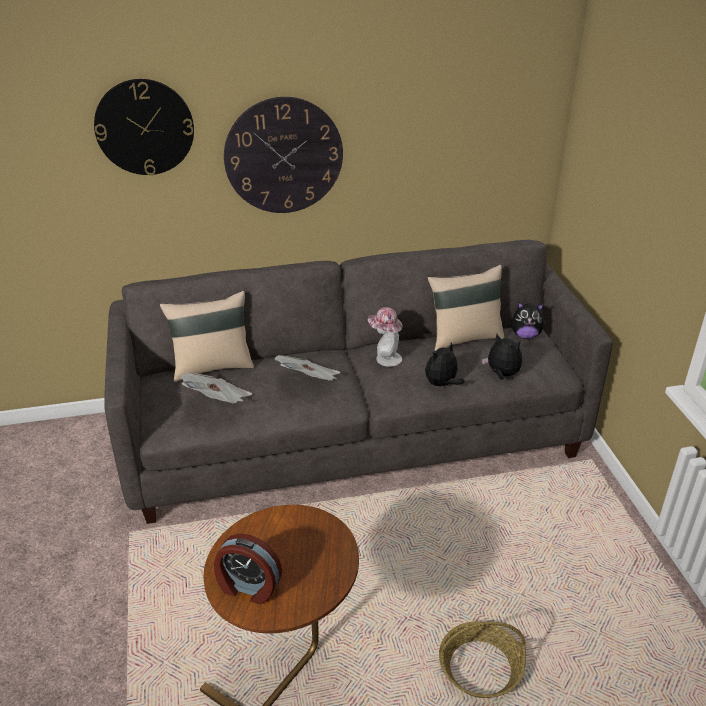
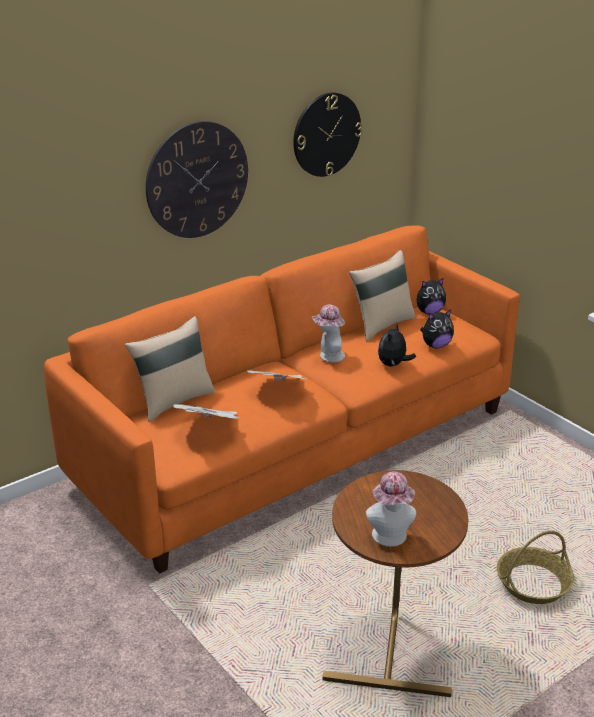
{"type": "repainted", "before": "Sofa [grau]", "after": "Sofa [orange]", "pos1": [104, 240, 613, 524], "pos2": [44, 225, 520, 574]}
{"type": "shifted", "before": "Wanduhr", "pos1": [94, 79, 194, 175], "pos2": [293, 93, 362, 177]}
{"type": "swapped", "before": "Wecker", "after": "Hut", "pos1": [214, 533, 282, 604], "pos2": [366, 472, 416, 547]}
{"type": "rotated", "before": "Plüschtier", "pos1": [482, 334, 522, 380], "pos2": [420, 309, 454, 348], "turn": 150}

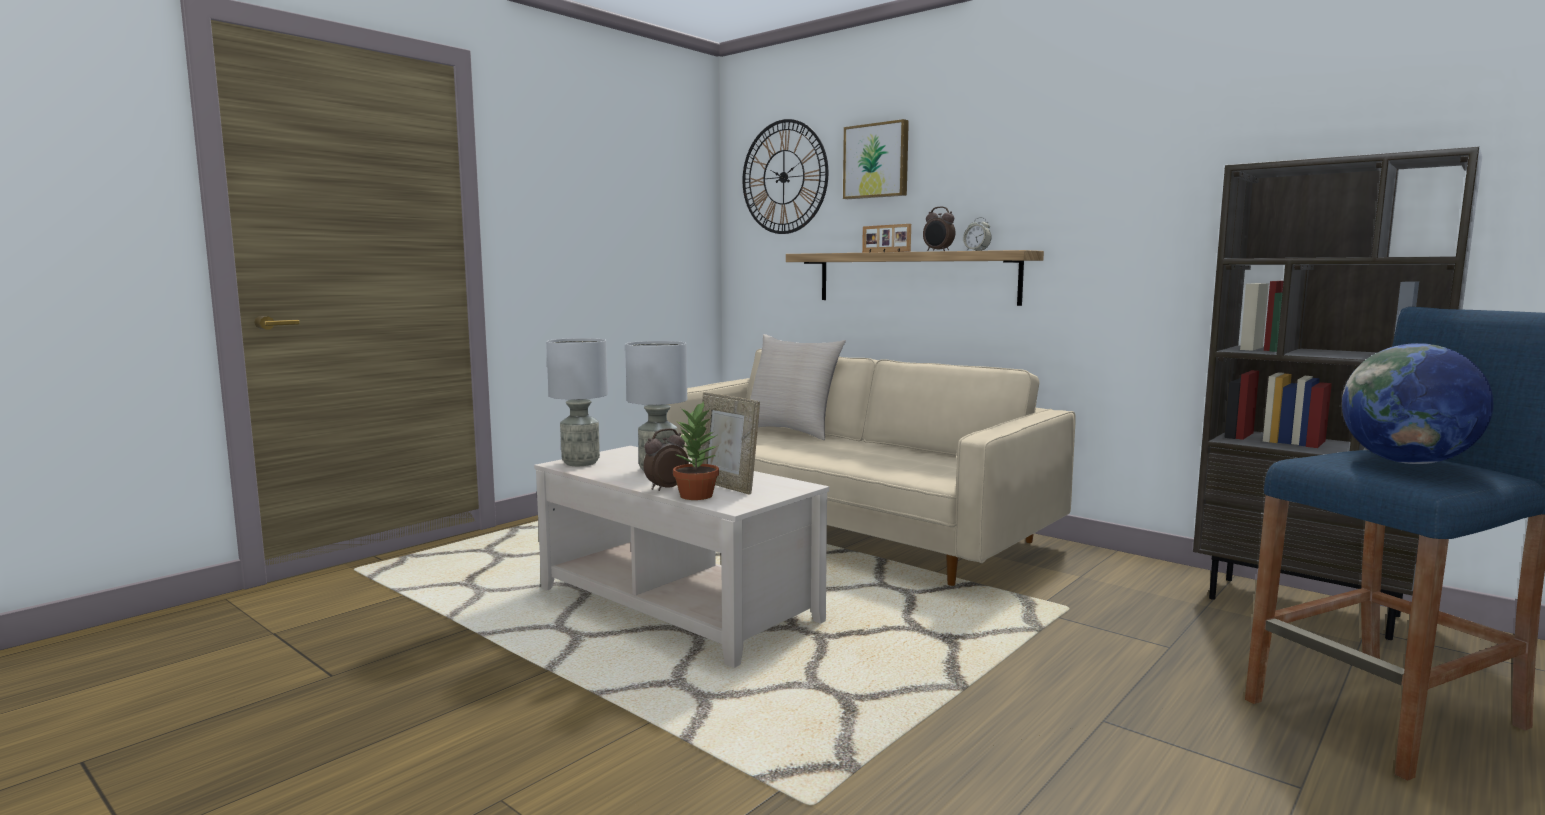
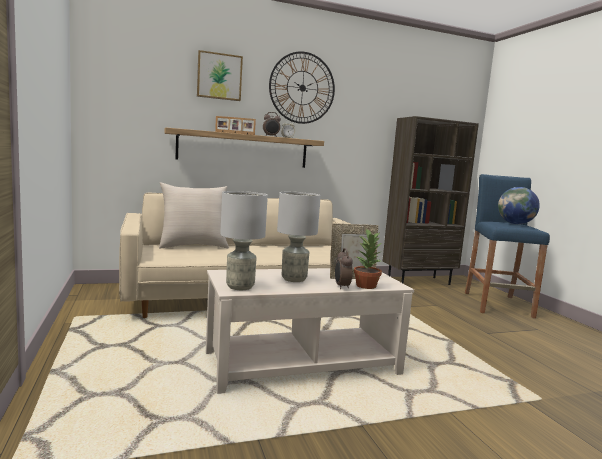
{"type": "shifted", "before": "Wanduhr", "pos1": [742, 119, 828, 234], "pos2": [269, 51, 335, 124]}

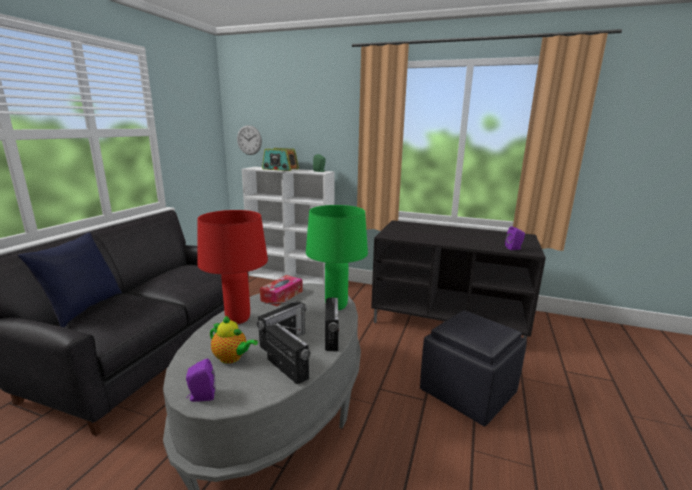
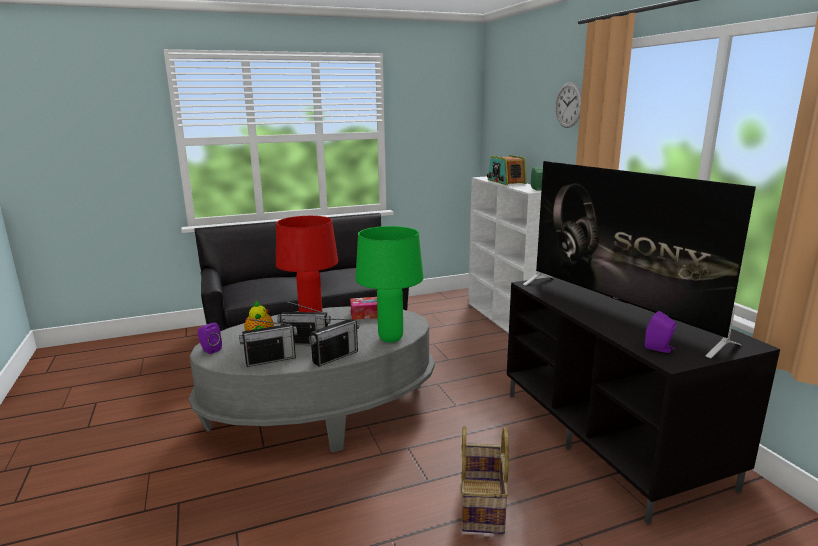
{"type": "rotated", "before": "Radio", "pos1": [266, 323, 311, 384], "pos2": [239, 319, 297, 367], "turn": 60}
{"type": "swapped", "before": "Polsterhocker [schwarz]", "after": "Korb", "pos1": [420, 310, 527, 427], "pos2": [461, 426, 509, 534]}
{"type": "new", "after": "Fernseher", "pos2": [523, 161, 756, 358]}
{"type": "shifted", "before": "Wanduhr", "pos1": [237, 125, 262, 155], "pos2": [555, 82, 582, 128]}
{"type": "gone", "before": "Kissen [blau]", "pos1": [18, 232, 122, 327]}

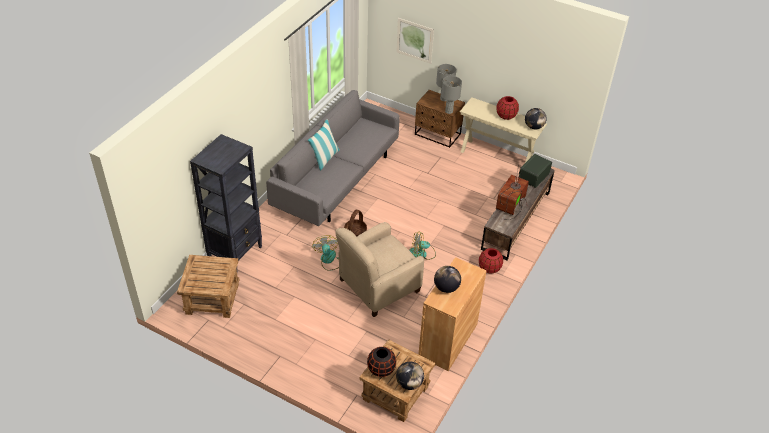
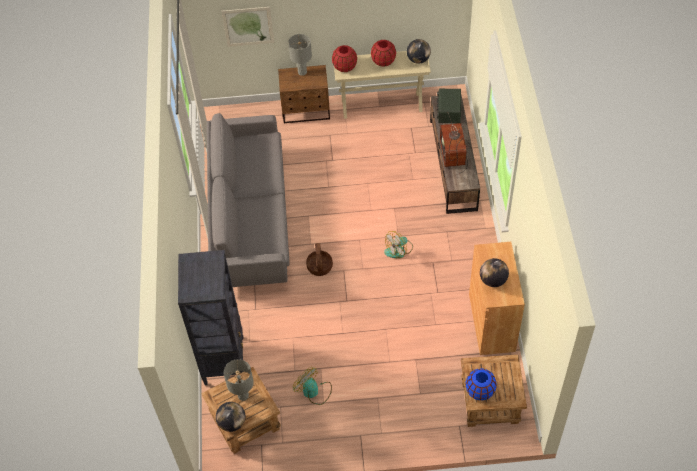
{"type": "shifted", "before": "Globus", "pos1": [396, 362, 424, 390], "pos2": [216, 402, 245, 432]}
{"type": "shifted", "before": "Tischlampe [grau]", "pos1": [441, 76, 462, 114], "pos2": [223, 359, 254, 401]}
{"type": "shifted", "before": "Ventilator", "pos1": [312, 235, 339, 271], "pos2": [293, 367, 332, 405]}
{"type": "shifted", "before": "Vase [rot]", "pos1": [479, 248, 503, 274], "pos2": [332, 45, 357, 72]}
{"type": "repainted", "before": "Vase [schwarz]", "after": "Vase [blau]", "pos1": [367, 347, 396, 377], "pos2": [466, 369, 497, 400]}
{"type": "gone", "before": "Kissen", "pos1": [308, 119, 340, 171]}
{"type": "gone", "before": "Sessel [beige]", "pos1": [335, 222, 424, 317]}

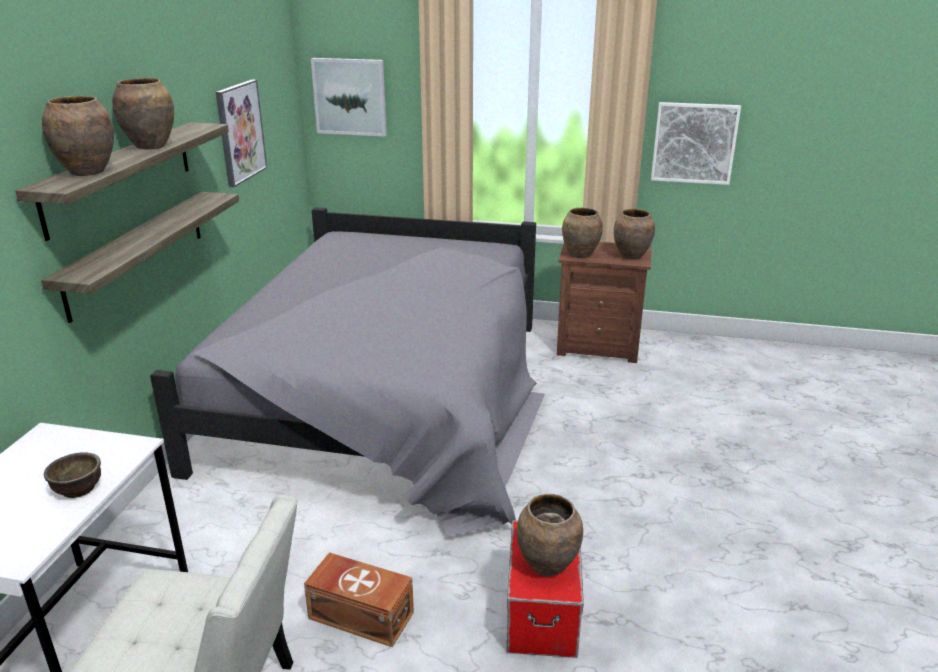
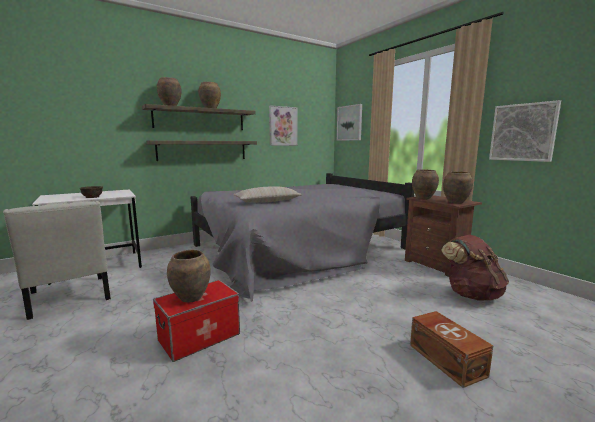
{"type": "new", "after": "Kissen [beige]", "pos2": [234, 186, 302, 203]}
{"type": "shifted", "before": "Aufbewahrungsbox [braun]", "pos1": [304, 552, 414, 647], "pos2": [410, 311, 493, 388]}
{"type": "new", "after": "Rucksack [braun]", "pos2": [441, 235, 509, 301]}

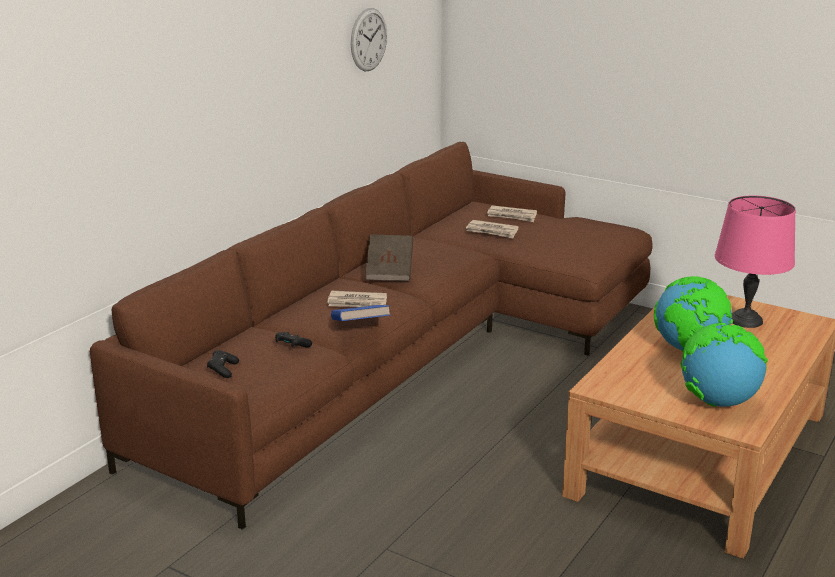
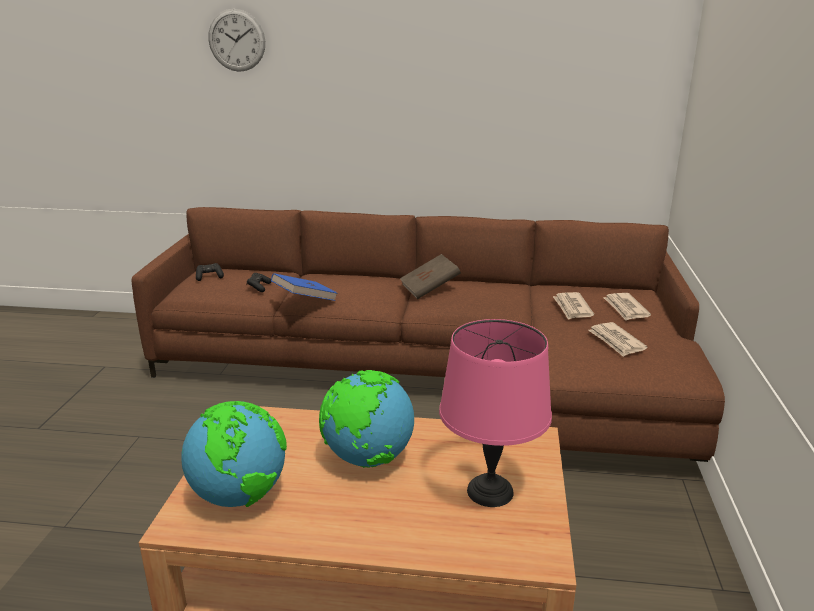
{"type": "shifted", "before": "Wanduhr", "pos1": [351, 8, 387, 71], "pos2": [208, 9, 265, 72]}
{"type": "shifted", "before": "Zeitung", "pos1": [327, 291, 387, 307], "pos2": [588, 322, 647, 357]}

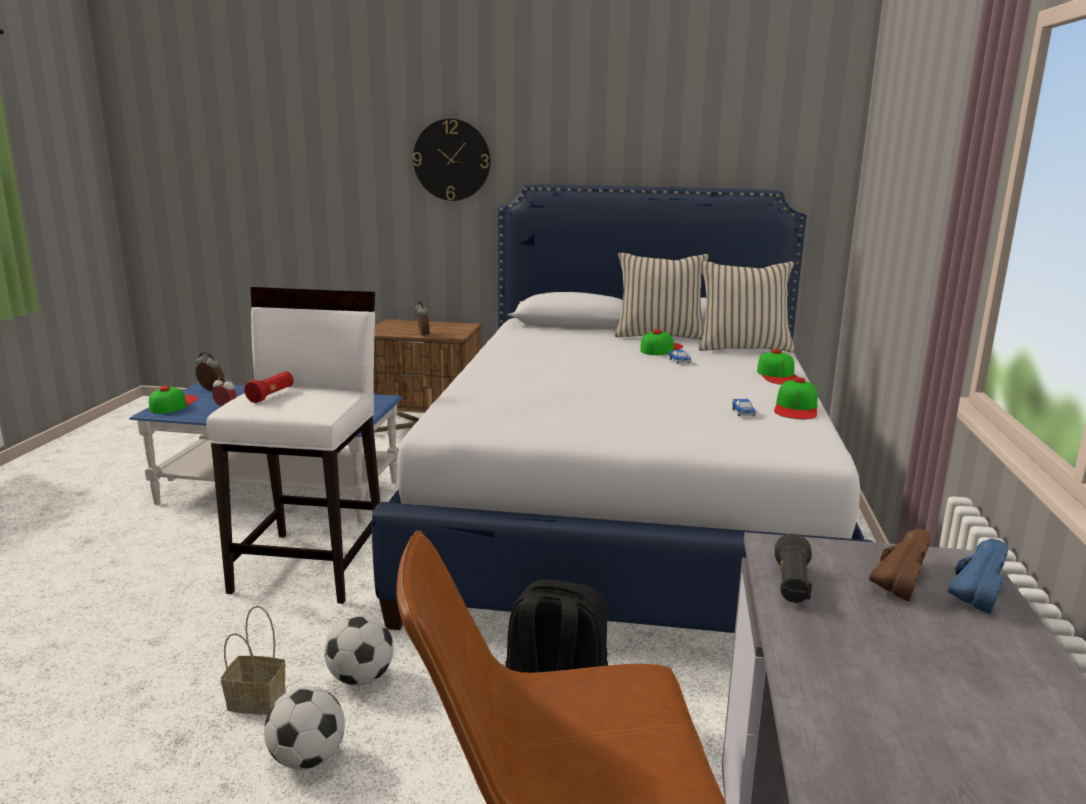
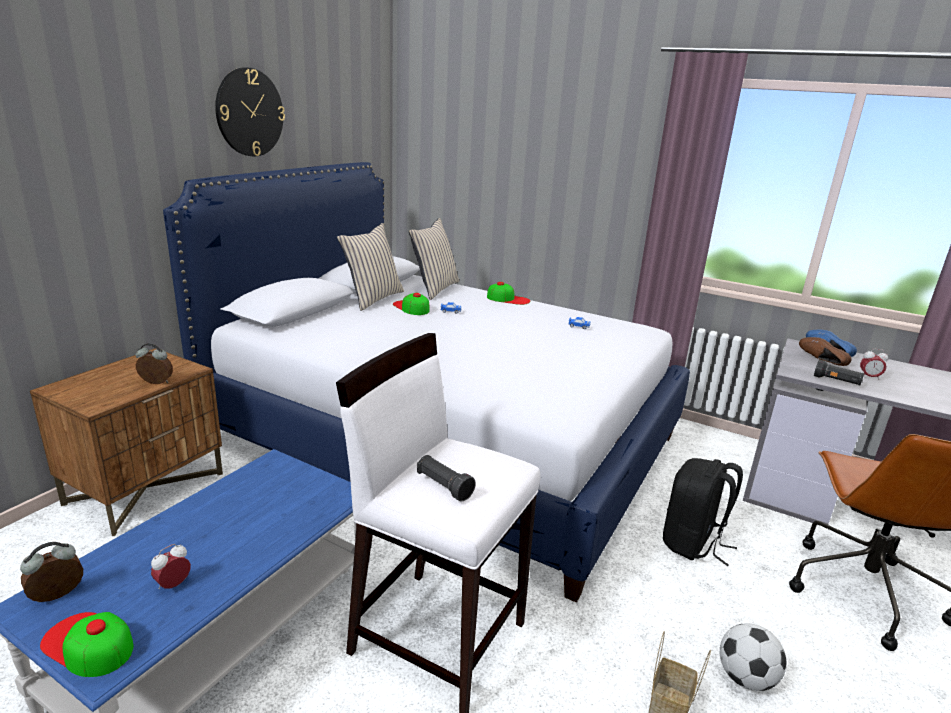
{"type": "shifted", "before": "Wanduhr", "pos1": [413, 119, 491, 201], "pos2": [215, 67, 285, 156]}
{"type": "repainted", "before": "Taschenlampe [rot]", "after": "Taschenlampe [schwarz]", "pos1": [244, 371, 294, 403], "pos2": [417, 455, 476, 501]}
{"type": "new", "after": "Wecker", "pos2": [860, 349, 888, 380]}
{"type": "gone", "before": "Fußball", "pos1": [324, 615, 394, 686]}
{"type": "gone", "before": "Kappe", "pos1": [774, 377, 818, 419]}

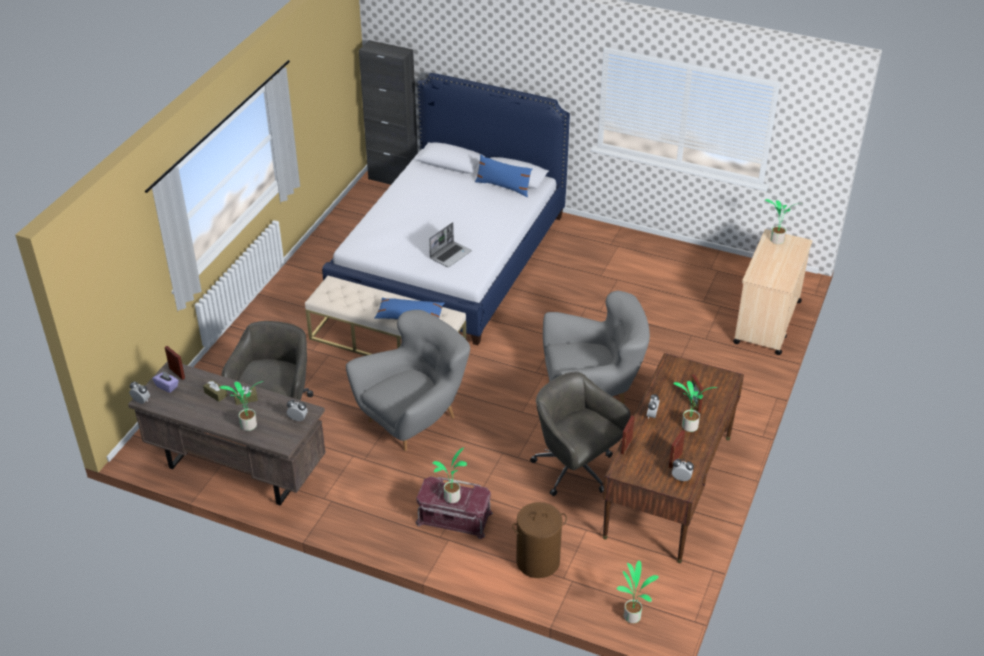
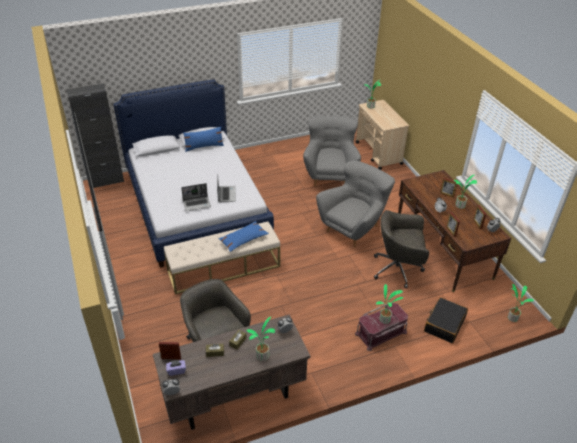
{"type": "new", "after": "Laptop", "pos2": [181, 183, 211, 211]}
{"type": "shifted", "before": "Sessel [grau]", "pos1": [346, 310, 470, 451], "pos2": [303, 116, 361, 187]}
{"type": "swapped", "before": "Wäschekorb [braun]", "after": "Koffer [schwarz]", "pos1": [512, 502, 567, 578], "pos2": [424, 297, 468, 343]}

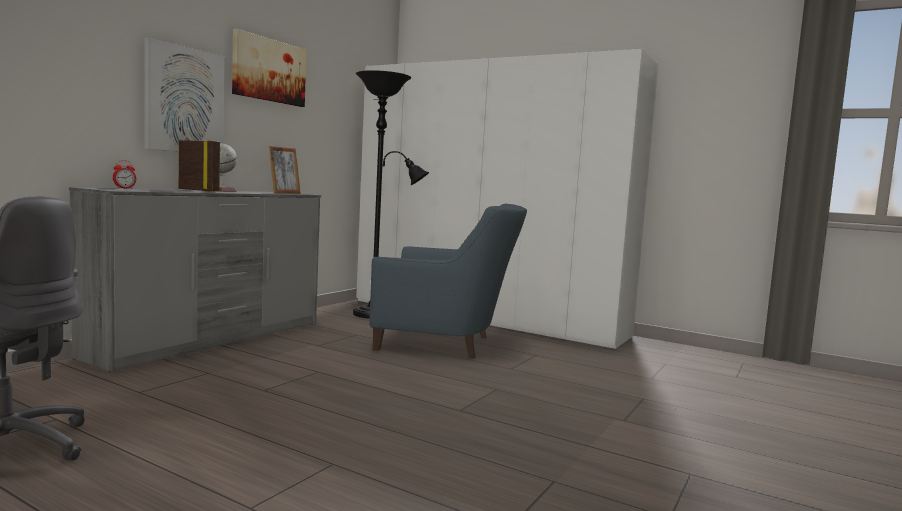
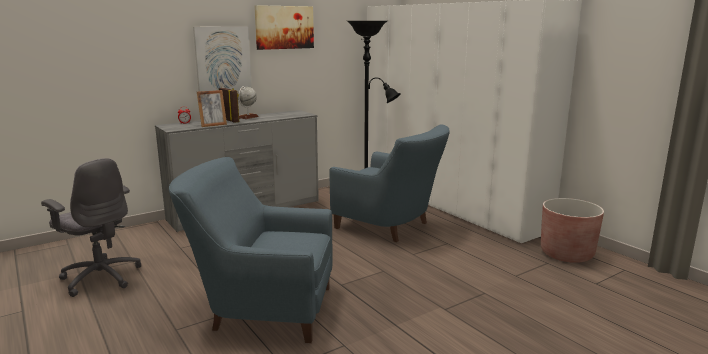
{"type": "new", "after": "Sessel [blau]", "pos2": [169, 157, 333, 343]}
{"type": "shifted", "before": "Bilderrahmen", "pos1": [268, 146, 301, 194], "pos2": [197, 90, 227, 127]}
{"type": "new", "after": "Pflanzkübel [braun]", "pos2": [541, 198, 604, 263]}

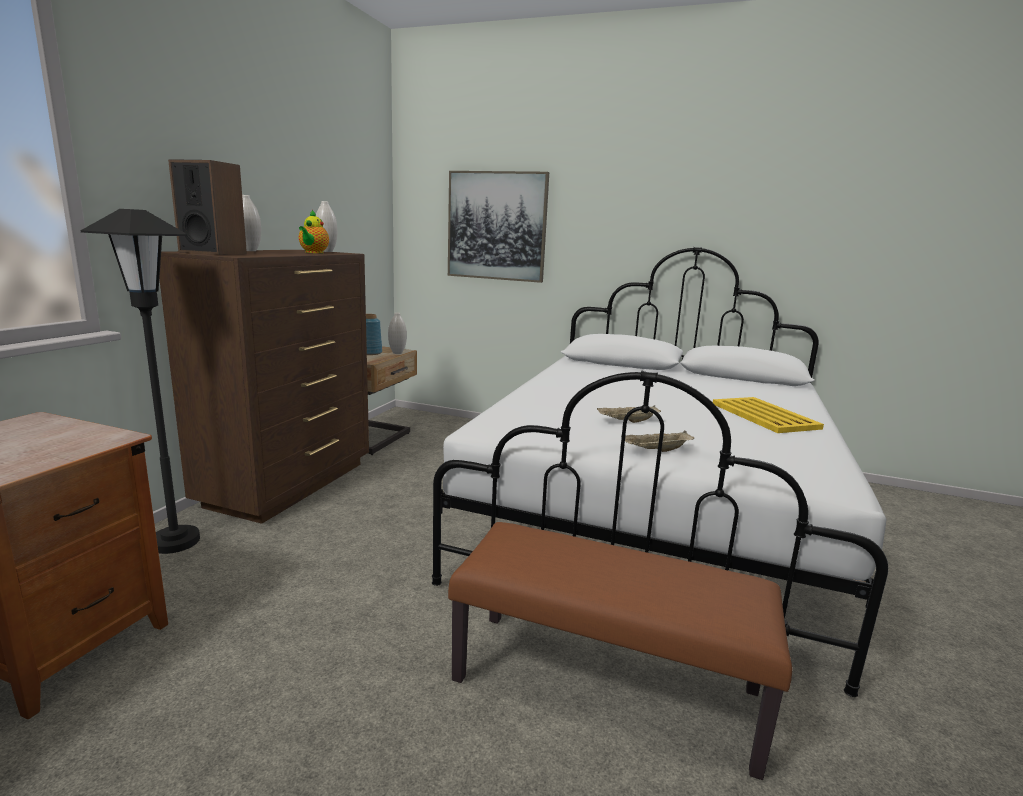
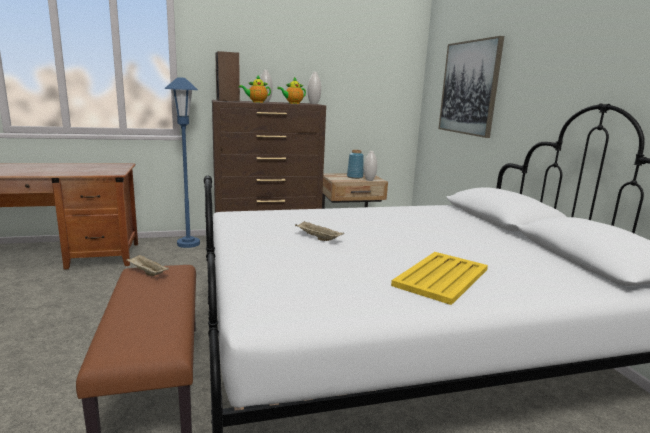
{"type": "shifted", "before": "Tablett [beige]", "pos1": [621, 431, 694, 452], "pos2": [126, 254, 169, 276]}
{"type": "repainted", "before": "Stehlampe [schwarz]", "after": "Stehlampe [blau]", "pos1": [80, 209, 200, 554], "pos2": [165, 77, 200, 248]}
{"type": "new", "after": "Teekanne", "pos2": [239, 76, 271, 103]}

